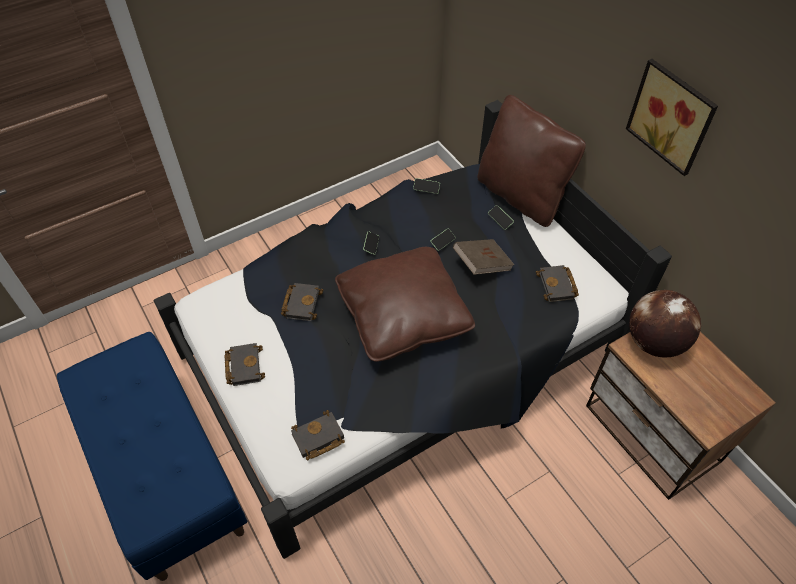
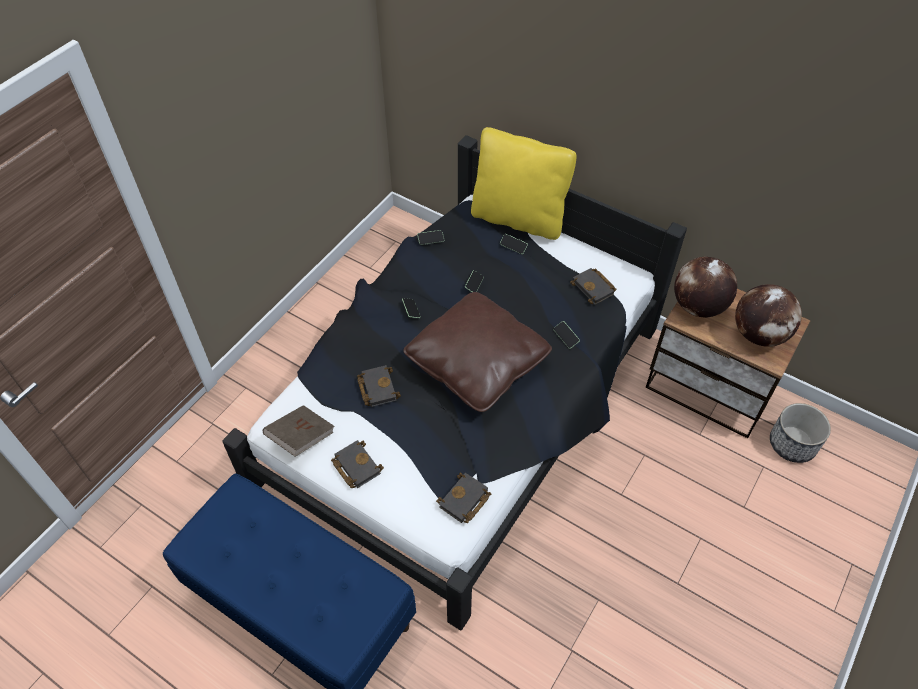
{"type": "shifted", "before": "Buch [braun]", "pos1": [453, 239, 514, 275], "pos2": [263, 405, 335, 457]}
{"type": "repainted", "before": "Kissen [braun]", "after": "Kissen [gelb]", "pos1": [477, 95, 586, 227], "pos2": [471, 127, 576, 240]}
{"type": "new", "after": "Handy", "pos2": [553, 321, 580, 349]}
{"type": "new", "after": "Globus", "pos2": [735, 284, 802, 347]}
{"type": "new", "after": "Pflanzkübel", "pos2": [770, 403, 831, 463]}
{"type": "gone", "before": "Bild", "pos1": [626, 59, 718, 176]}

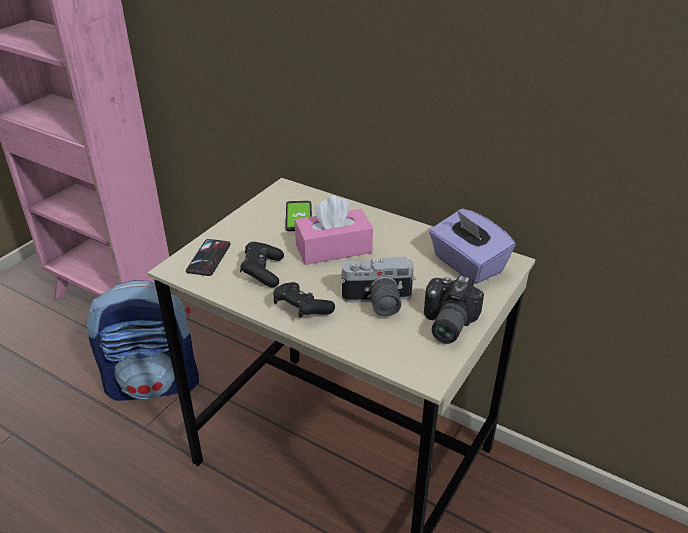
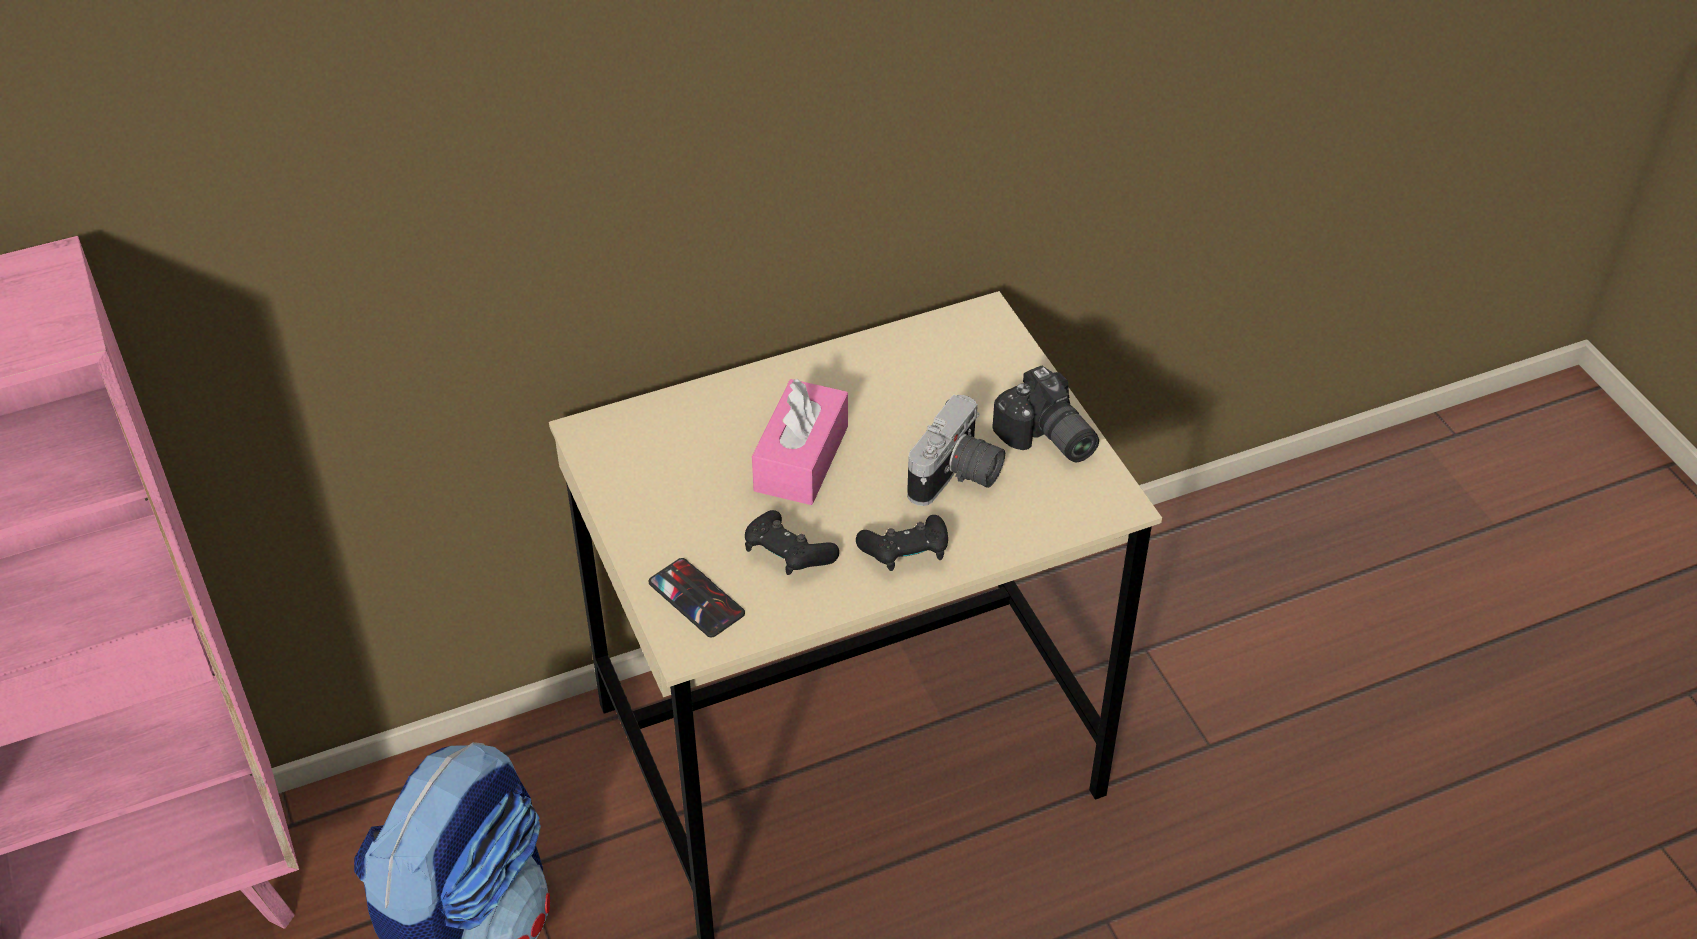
{"type": "gone", "before": "Handy", "pos1": [285, 201, 312, 231]}
{"type": "gone", "before": "Taschentuchbox [lila]", "pos1": [429, 208, 516, 284]}

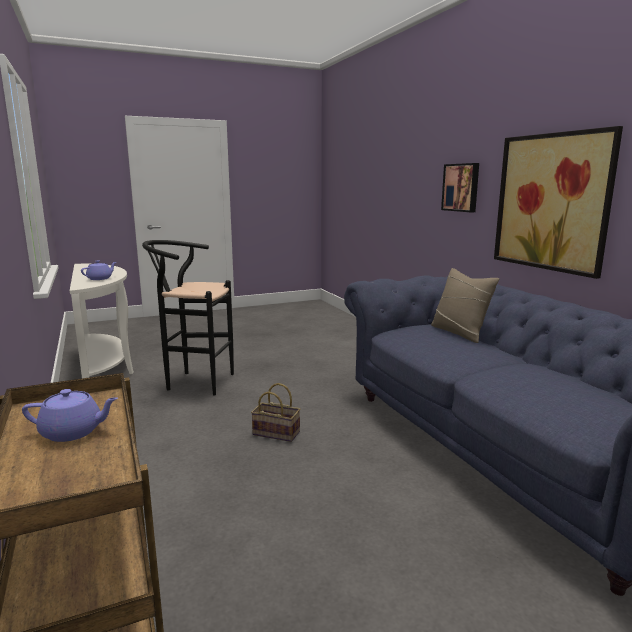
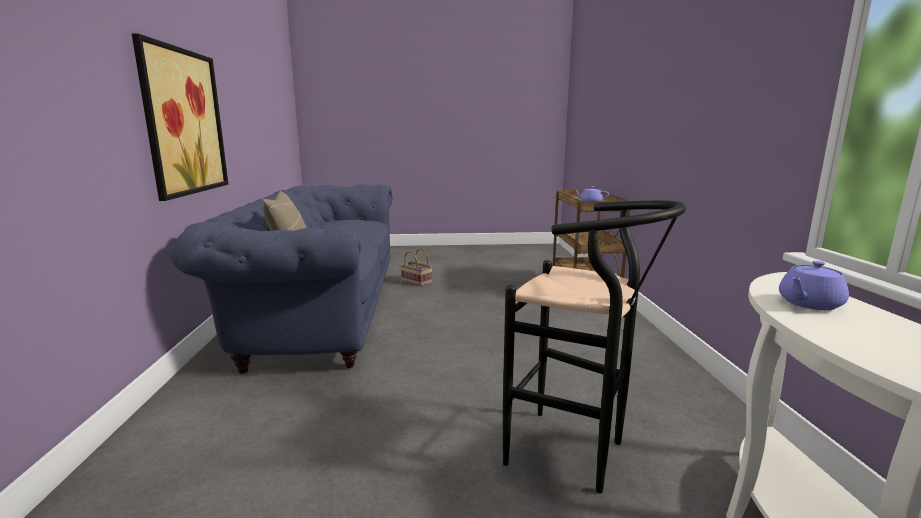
{"type": "shifted", "before": "Korb", "pos1": [251, 383, 300, 442], "pos2": [400, 248, 432, 286]}
{"type": "gone", "before": "Bild", "pos1": [441, 163, 479, 212]}

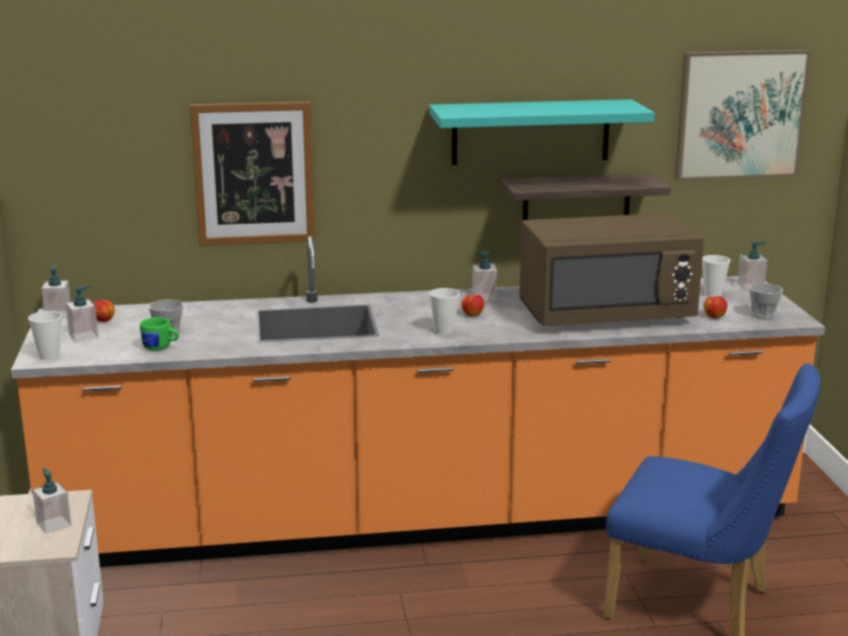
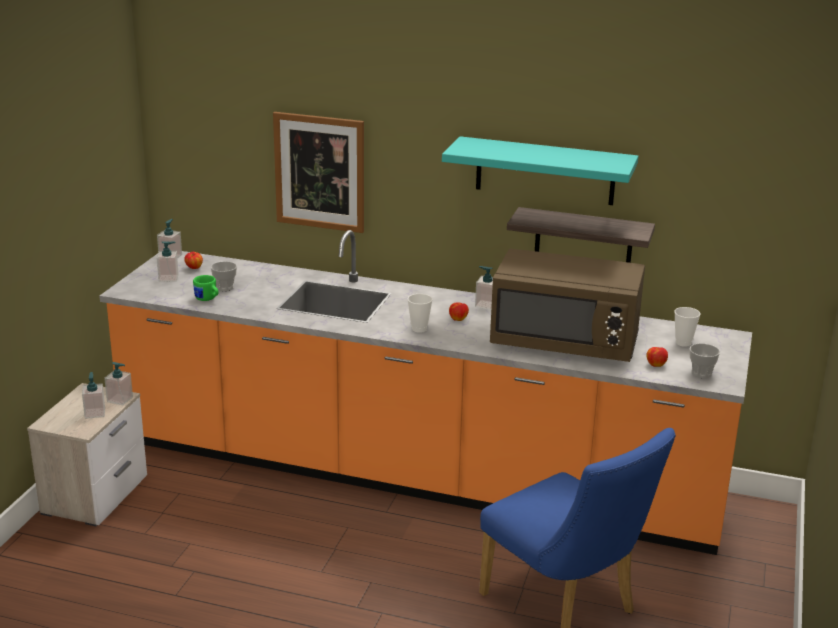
{"type": "shifted", "before": "Seifenspender", "pos1": [737, 242, 768, 290], "pos2": [104, 362, 133, 405]}
{"type": "gone", "before": "Tasse", "pos1": [28, 311, 62, 360]}
{"type": "gone", "before": "Bild", "pos1": [675, 50, 811, 181]}

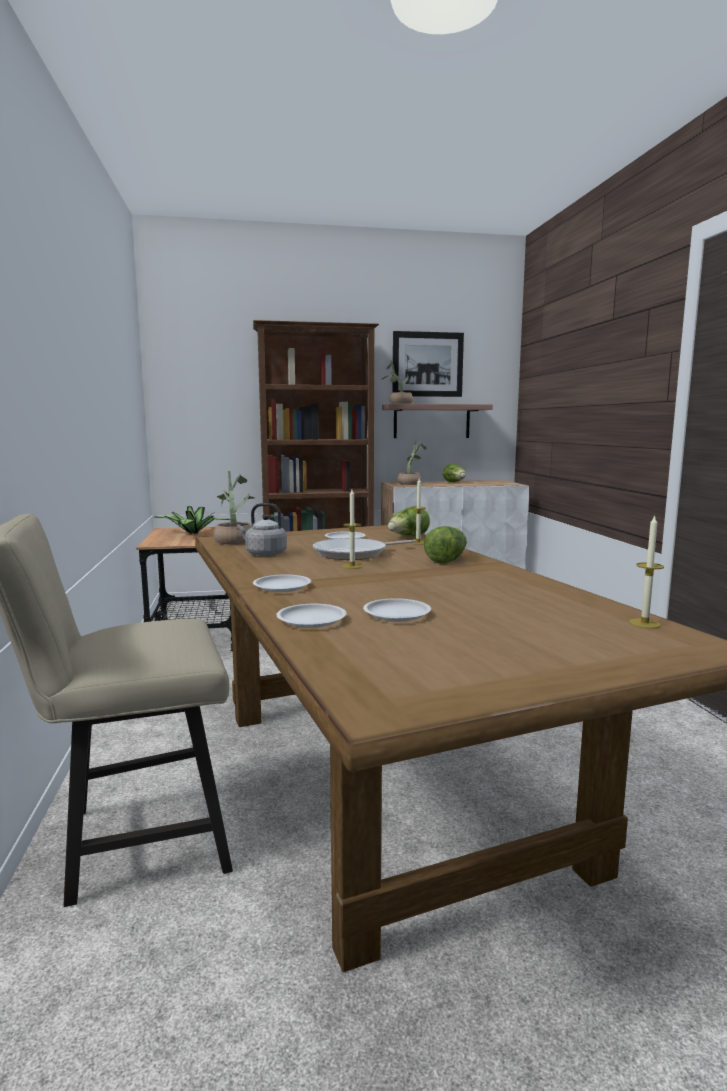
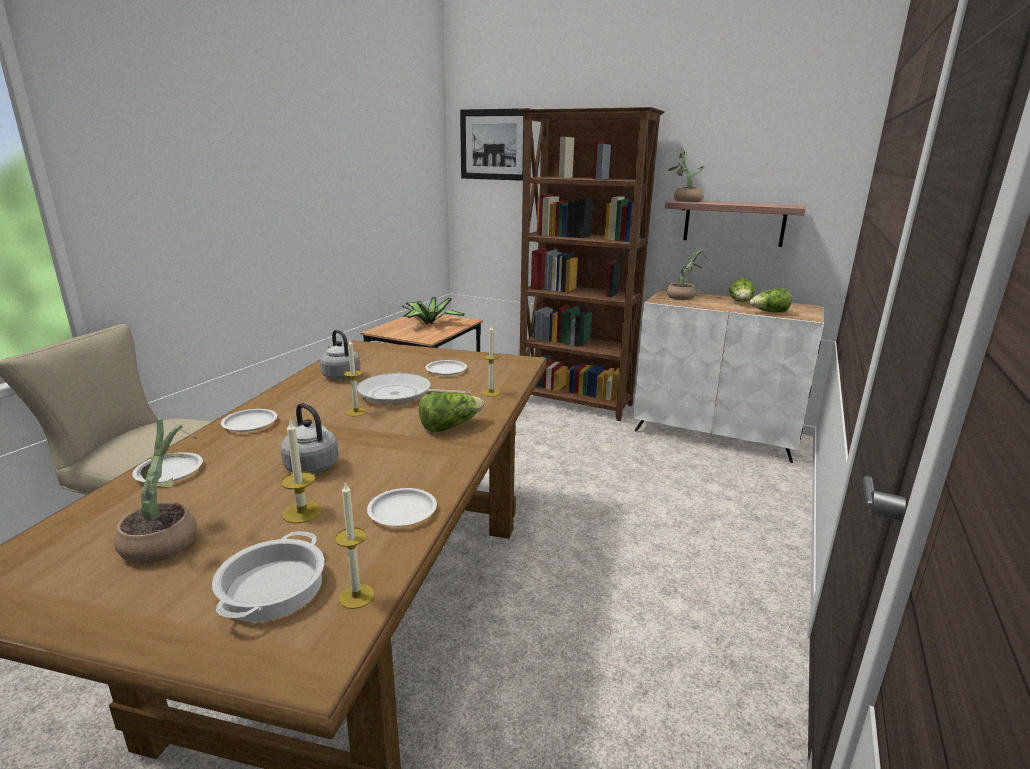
{"type": "shifted", "before": "Topfpflanze", "pos1": [214, 471, 255, 545], "pos2": [114, 418, 198, 564]}
{"type": "new", "after": "Kochtopf", "pos2": [212, 531, 324, 622]}
{"type": "new", "after": "Wasserkessel [grau]", "pos2": [281, 403, 339, 474]}
{"type": "new", "after": "Kerze", "pos2": [281, 420, 322, 523]}
{"type": "shifted", "before": "Teller [weiß]", "pos1": [363, 598, 431, 621], "pos2": [367, 488, 437, 526]}
{"type": "shifted", "before": "Bild", "pos1": [392, 331, 464, 397], "pos2": [460, 108, 530, 181]}
{"type": "shifted", "before": "Salatkopf", "pos1": [388, 506, 430, 536], "pos2": [749, 288, 792, 312]}

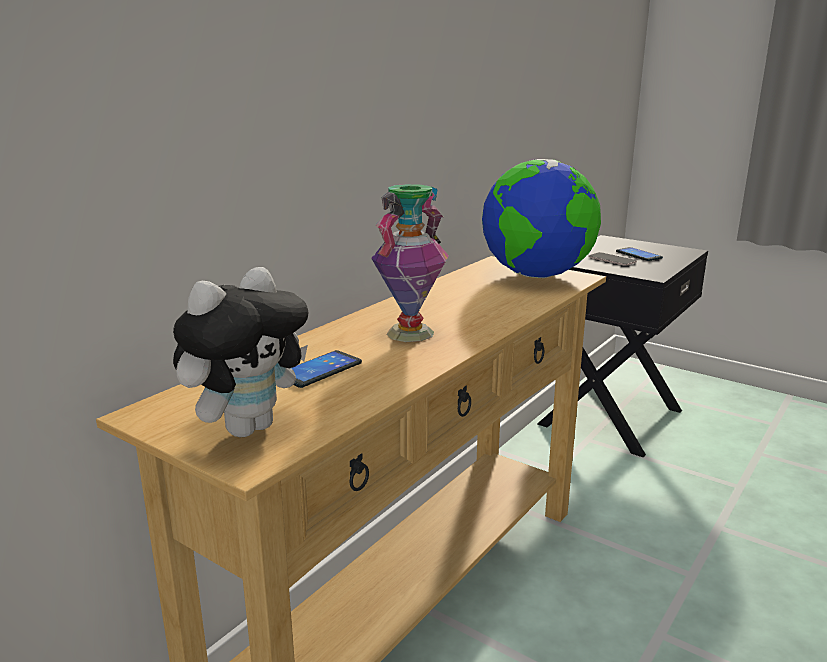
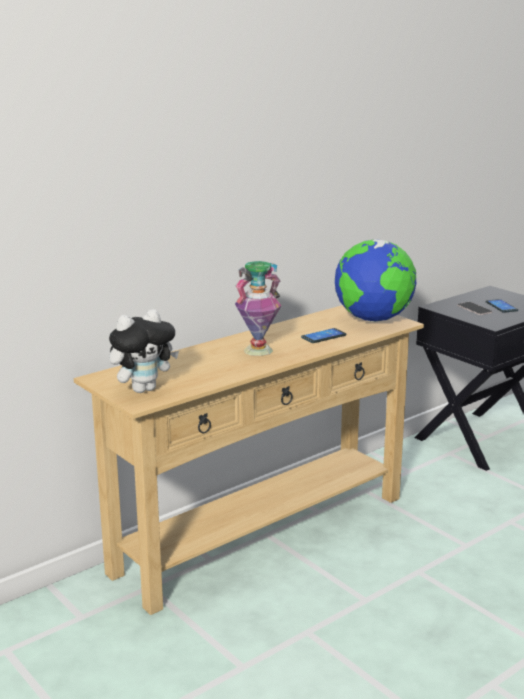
{"type": "shifted", "before": "Handy", "pos1": [291, 350, 362, 388], "pos2": [301, 328, 347, 343]}

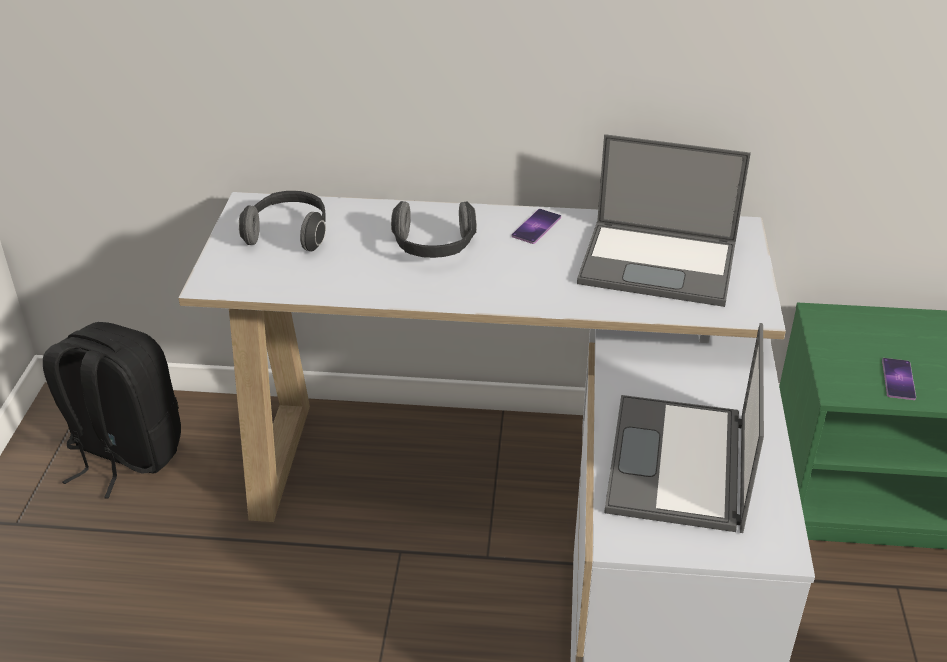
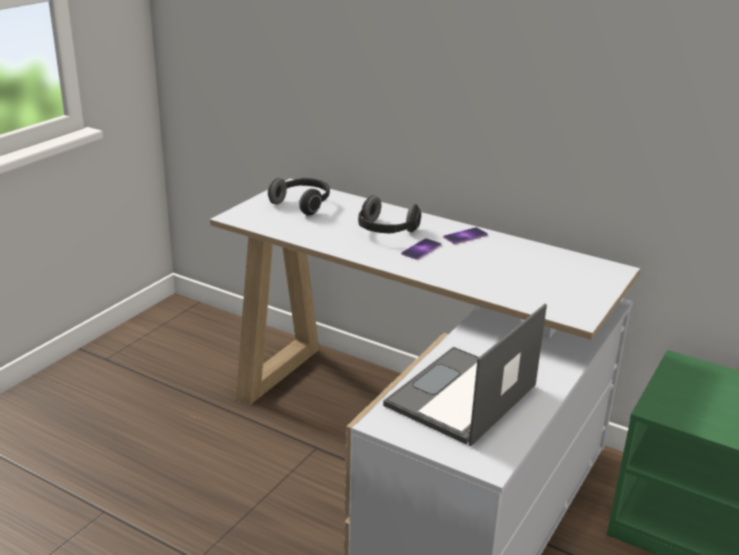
{"type": "shifted", "before": "Handy", "pos1": [882, 358, 916, 400], "pos2": [401, 238, 442, 260]}
{"type": "gone", "before": "Rucksack [schwarz]", "pos1": [43, 322, 181, 499]}
{"type": "gone", "before": "Laptop", "pos1": [577, 134, 751, 307]}

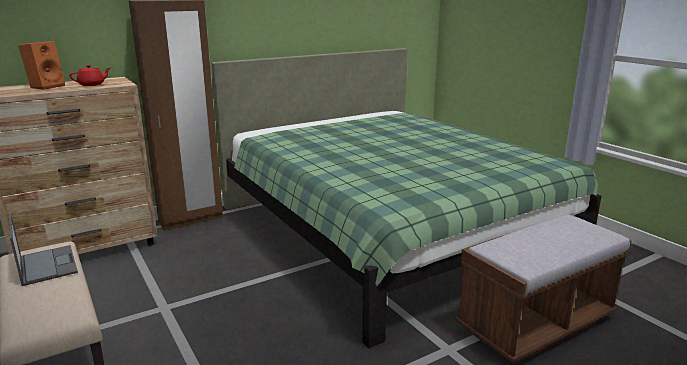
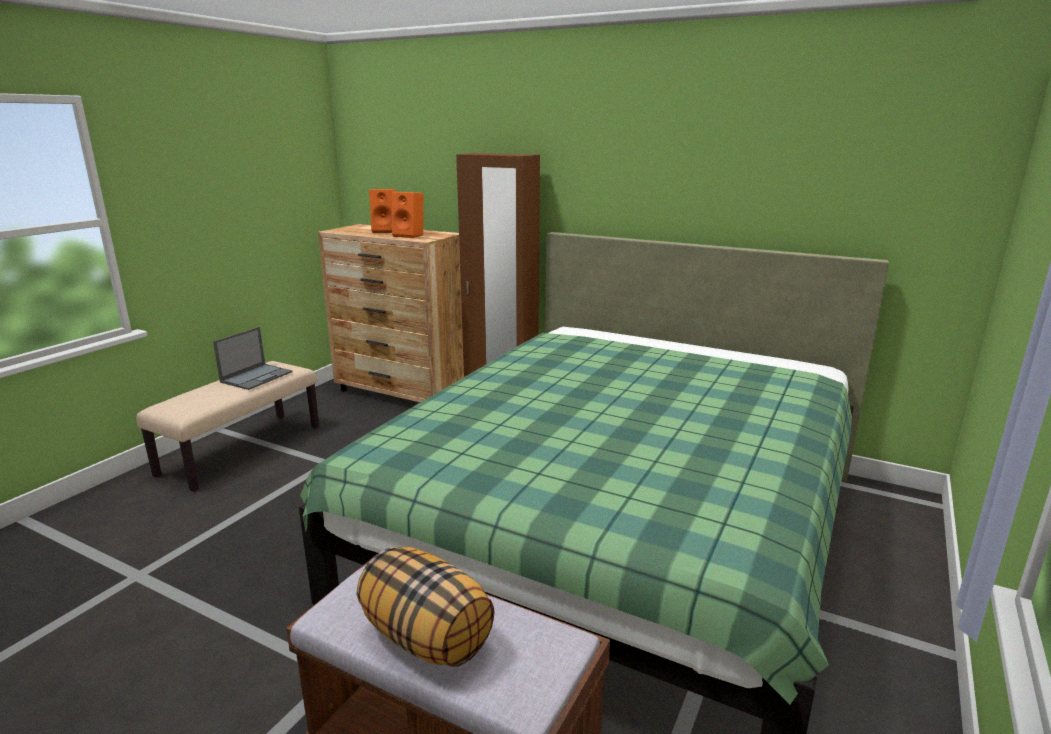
{"type": "new", "after": "Kissen", "pos2": [357, 547, 495, 667]}
{"type": "swapped", "before": "Teekanne [rot]", "after": "Lautsprecher [orange]", "pos1": [69, 65, 111, 86], "pos2": [392, 192, 423, 238]}

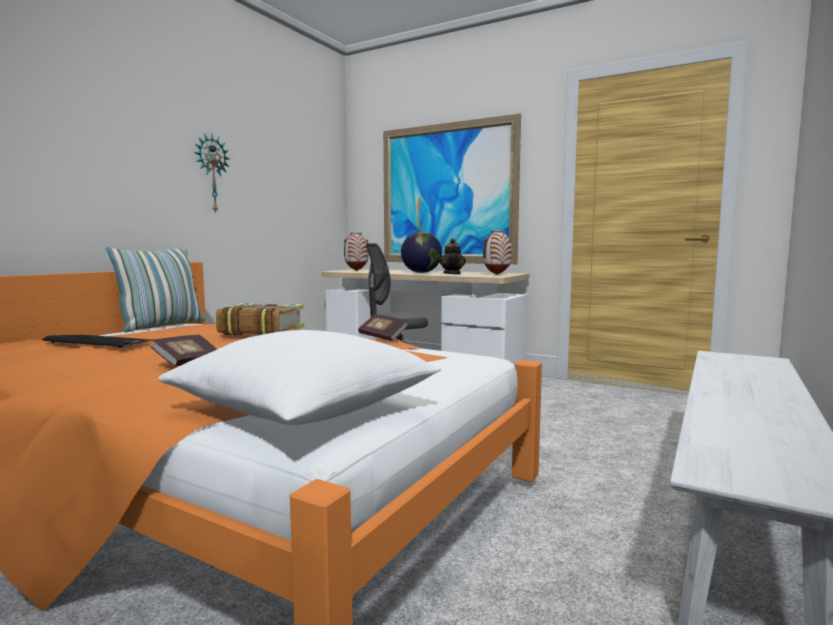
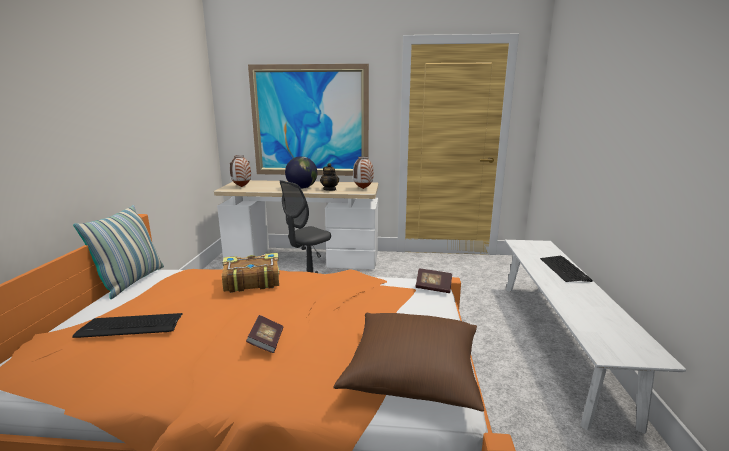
{"type": "repainted", "before": "Kissen [weiß]", "after": "Kissen [braun]", "pos1": [158, 330, 441, 425], "pos2": [333, 313, 484, 411]}
{"type": "shifted", "before": "Buch", "pos1": [358, 314, 408, 341], "pos2": [415, 269, 452, 293]}
{"type": "new", "after": "Tastatur", "pos2": [540, 256, 593, 282]}
{"type": "gone", "before": "Wanduhr", "pos1": [194, 133, 230, 214]}

